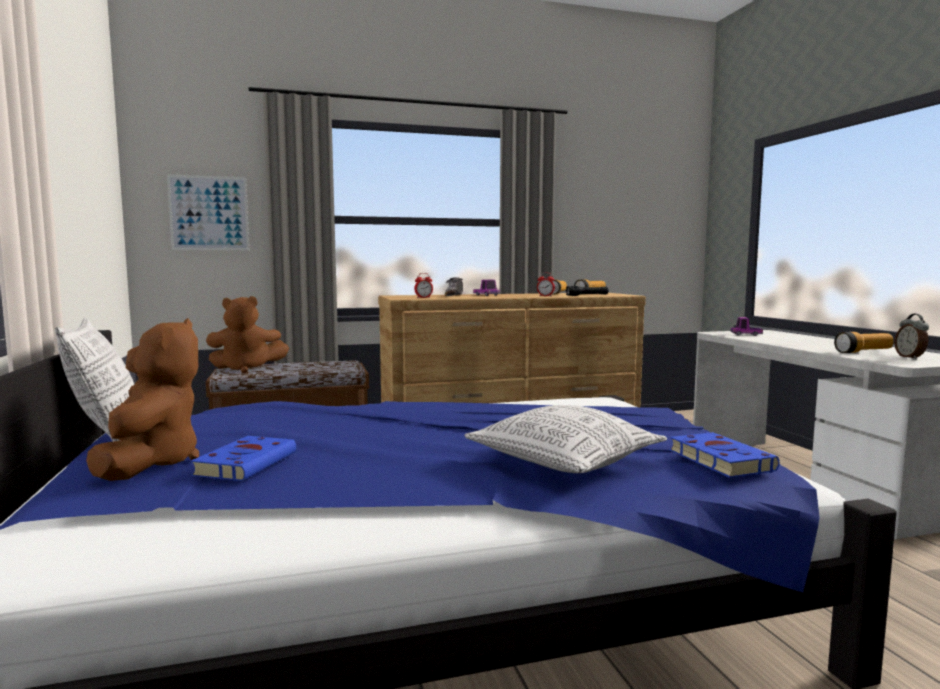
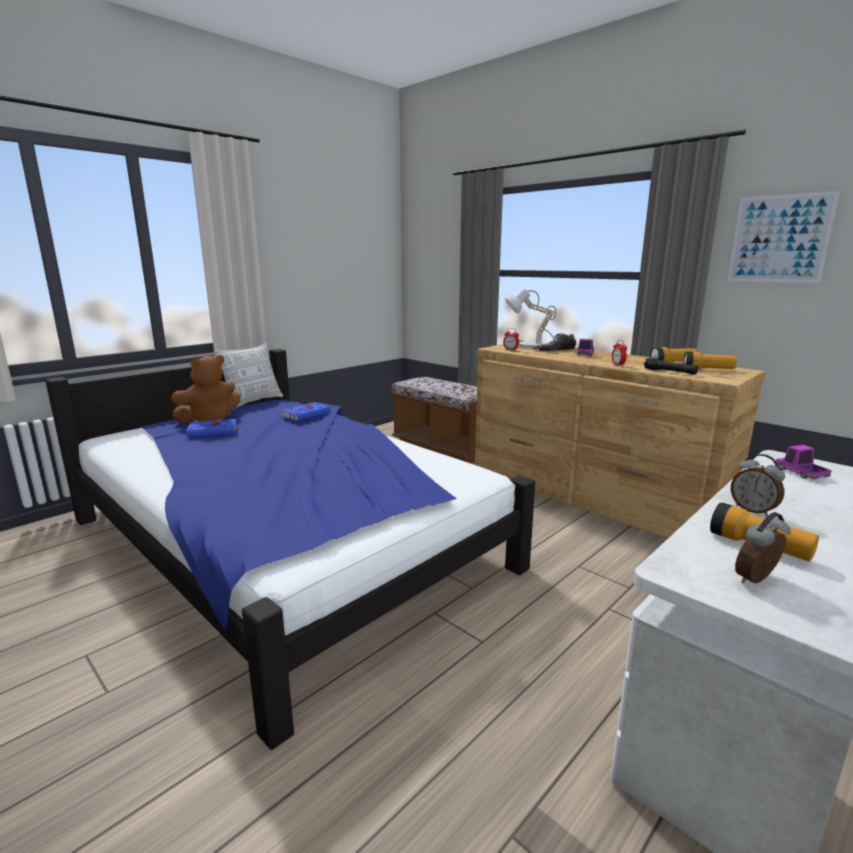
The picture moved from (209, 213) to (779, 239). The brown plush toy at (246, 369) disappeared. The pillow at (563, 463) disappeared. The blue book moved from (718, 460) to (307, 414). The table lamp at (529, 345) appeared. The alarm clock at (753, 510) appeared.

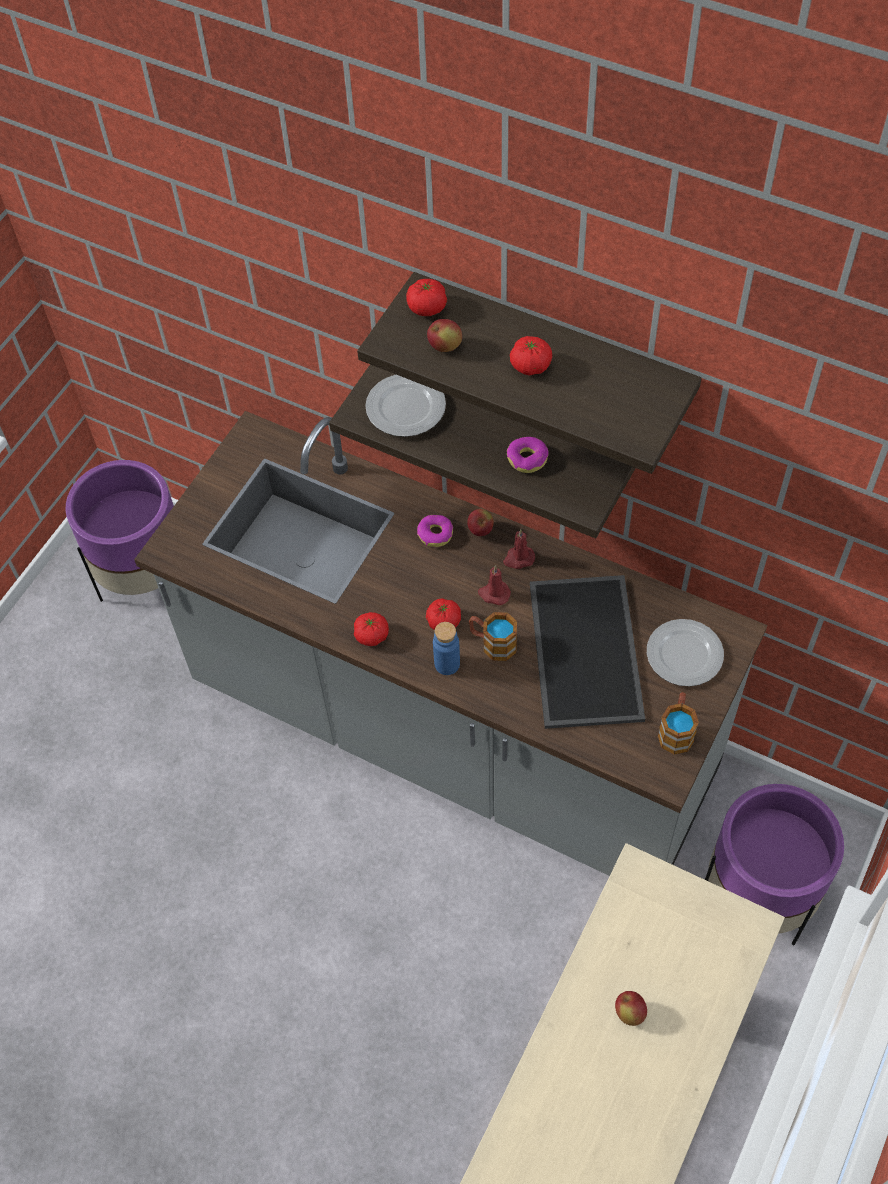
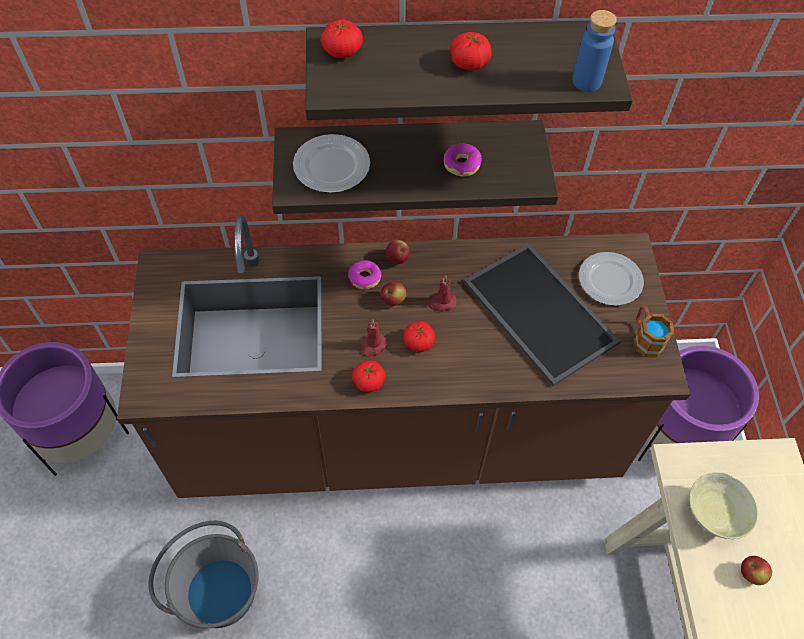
The apple moved from (445, 346) to (393, 300). The grey counter at (452, 732) became the brown counter at (398, 435). The red candle moved from (518, 558) to (372, 346). The mug at (492, 643) disappeared. The blue bottle moved from (447, 664) to (586, 81). The beige bowl at (713, 516) appeared. The grey bucket at (215, 589) appeared.

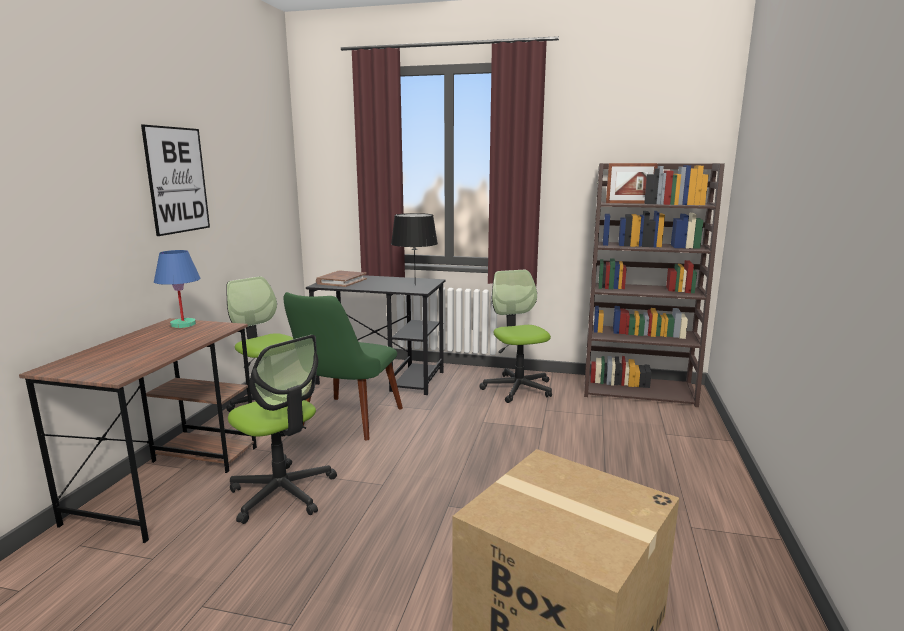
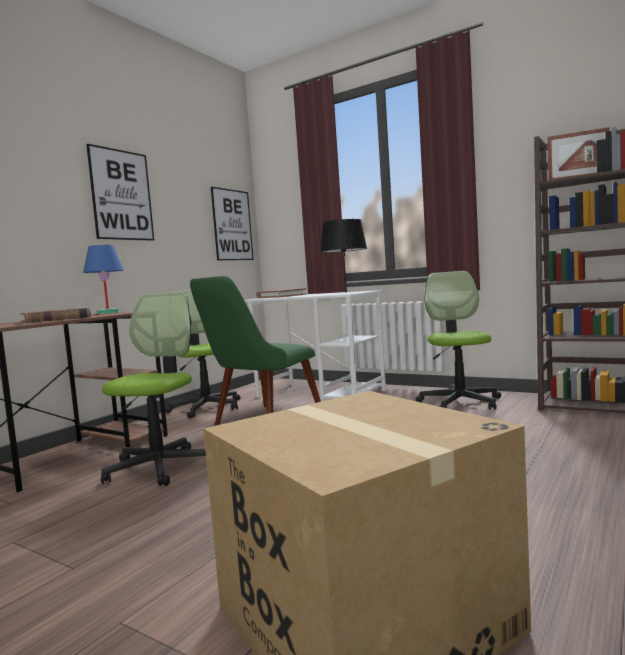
The black desk at (382, 378) became the white desk at (321, 394). The office chair at (283, 493) turned 135 degrees counterclockwise. The picture at (232, 225) appeared. The brown book at (56, 319) appeared.

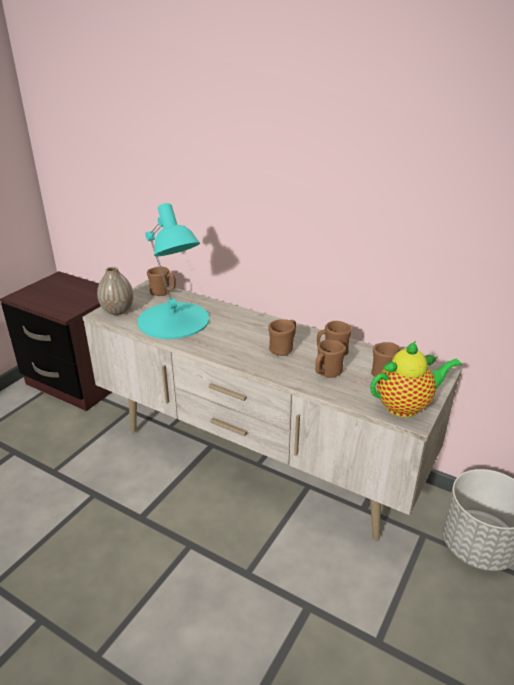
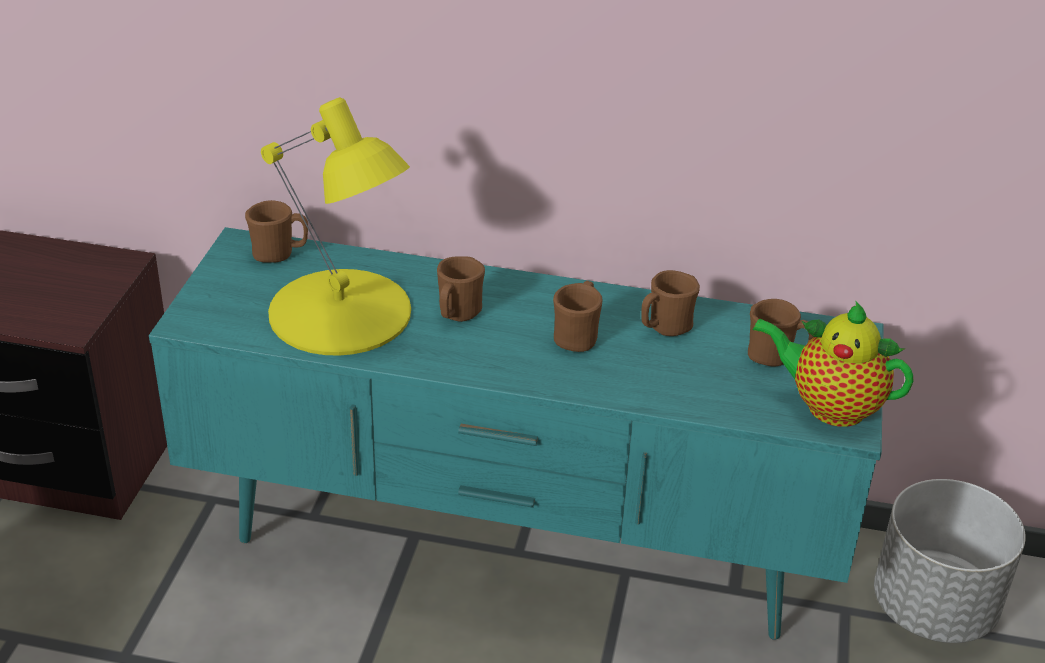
The turquoise table lamp at (173, 321) became the yellow table lamp at (341, 313). The vase at (117, 311) disappeared. The beige tv stand at (257, 461) became the turquoise tv stand at (514, 547). The brown mug moved from (327, 373) to (457, 315). The teapot at (406, 406) turned 120 degrees counterclockwise.

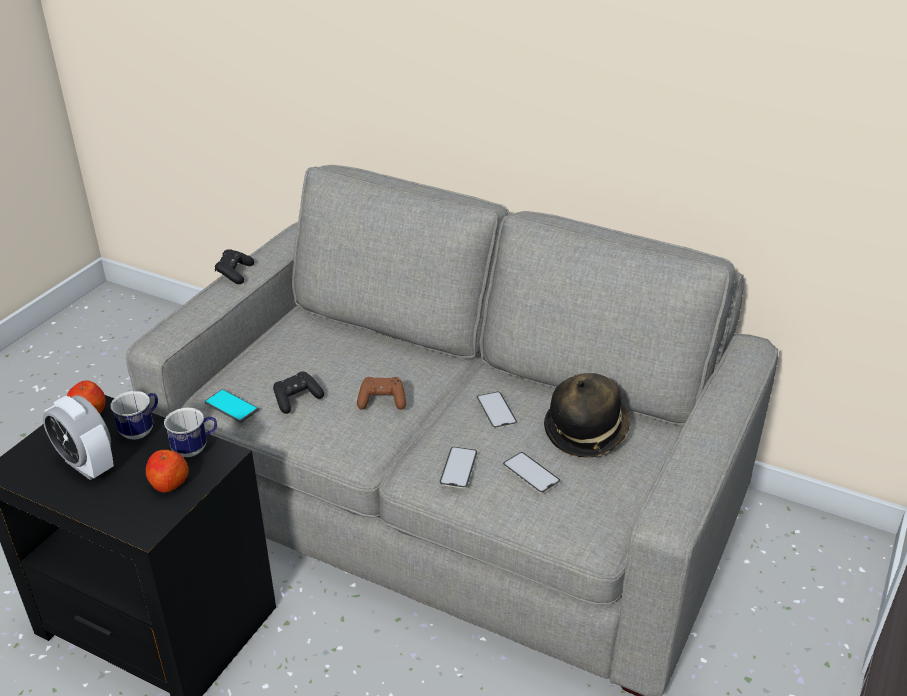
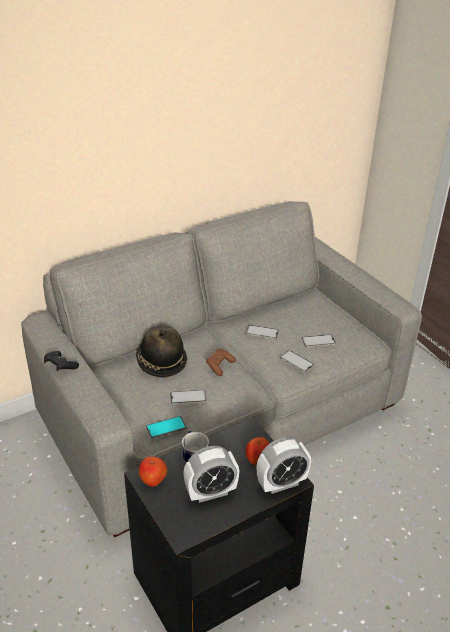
The black game controller at (297, 399) was replaced by the phone at (188, 397). The hat moved from (586, 431) to (161, 362). The mug at (195, 448) disappeared. The alarm clock at (281, 483) appeared.

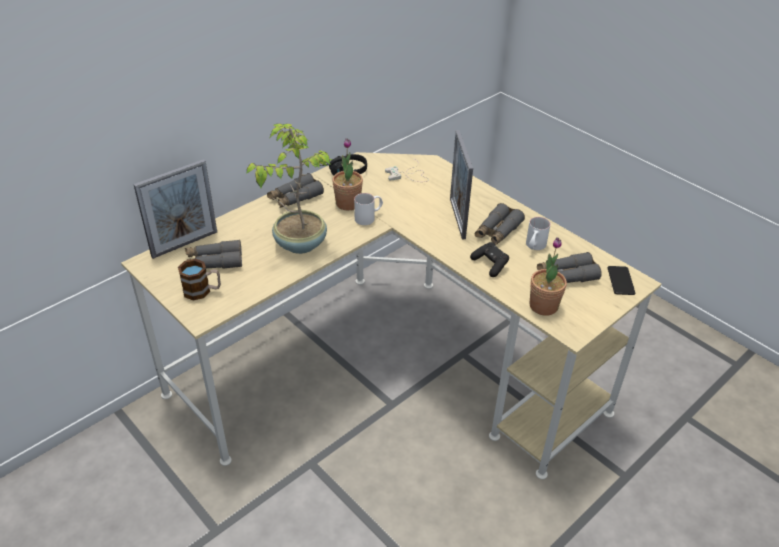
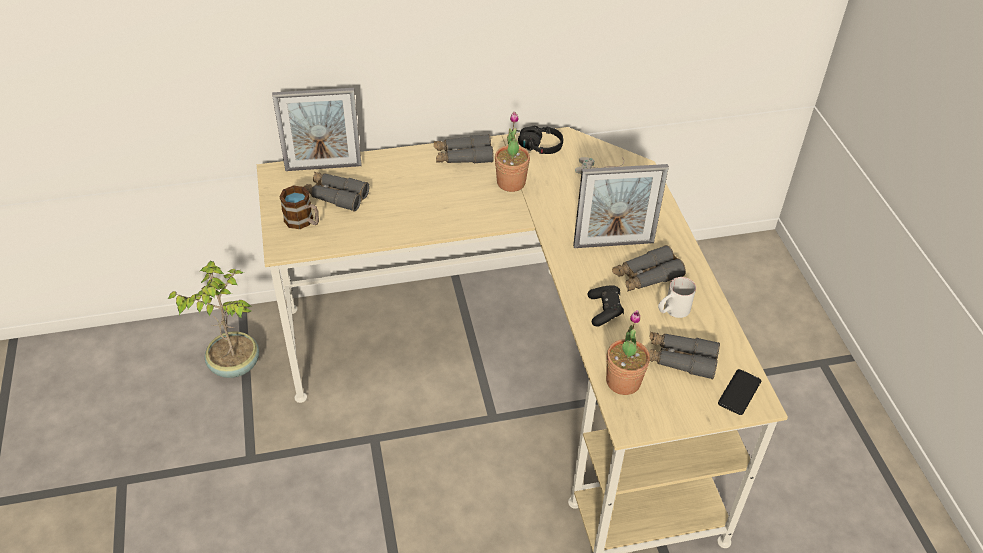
The potted plant moved from (299, 243) to (234, 364). The picture frame at (457, 218) turned 120 degrees counterclockwise. The white mug at (369, 217) disappeared.

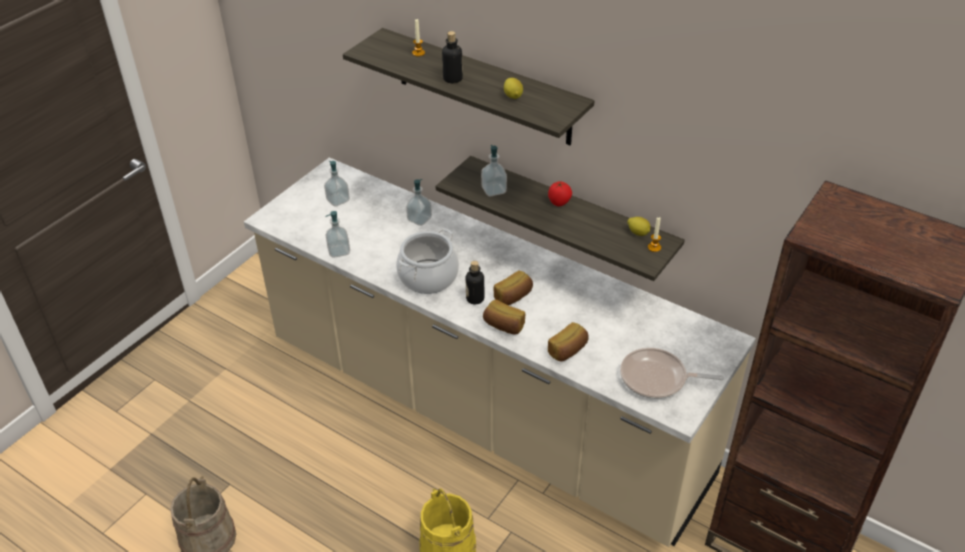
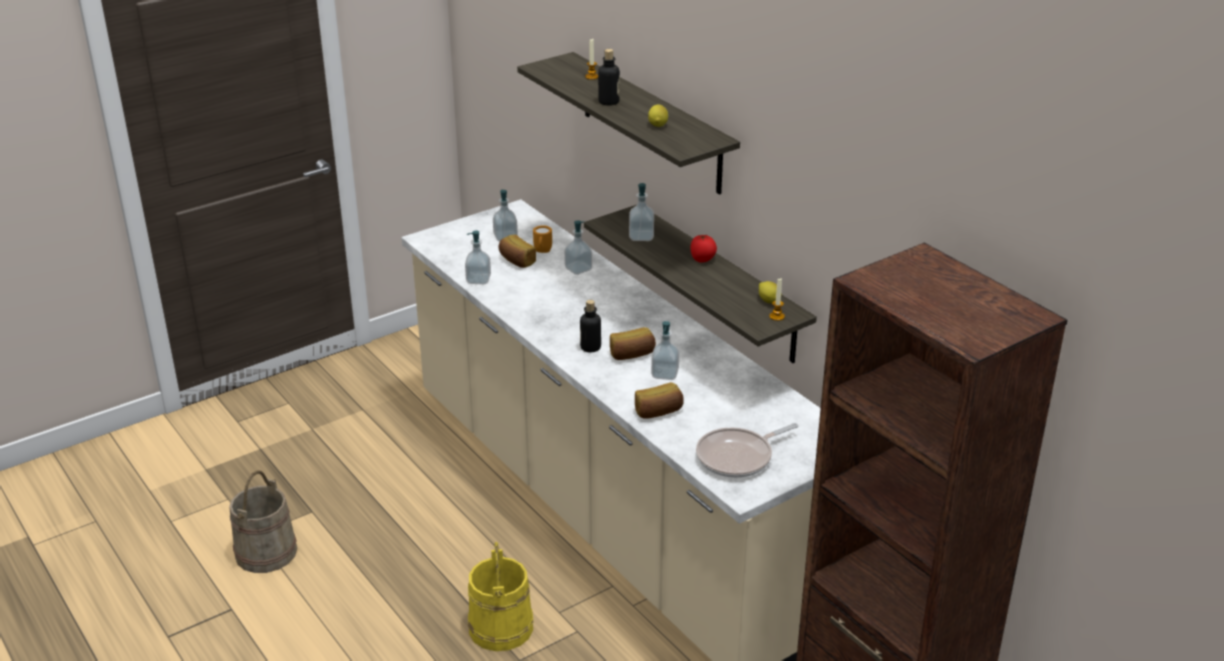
The cooking pot at (428, 277) disappeared. The bread moved from (503, 326) to (516, 261). The frying pan at (657, 379) turned 60 degrees counterclockwise. The orange mug at (542, 252) appeared. The soap dispenser at (665, 374) appeared.

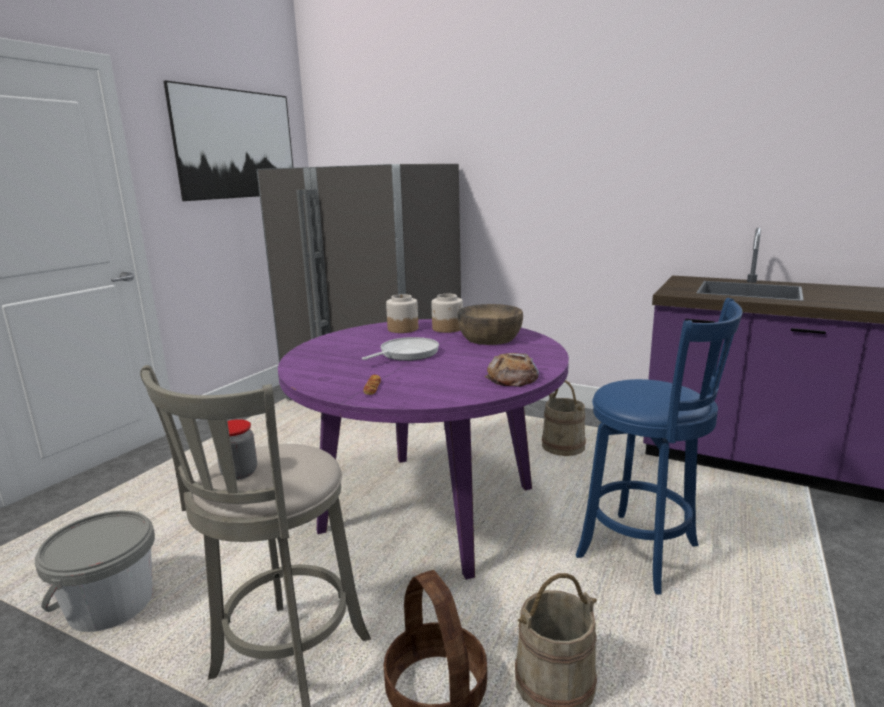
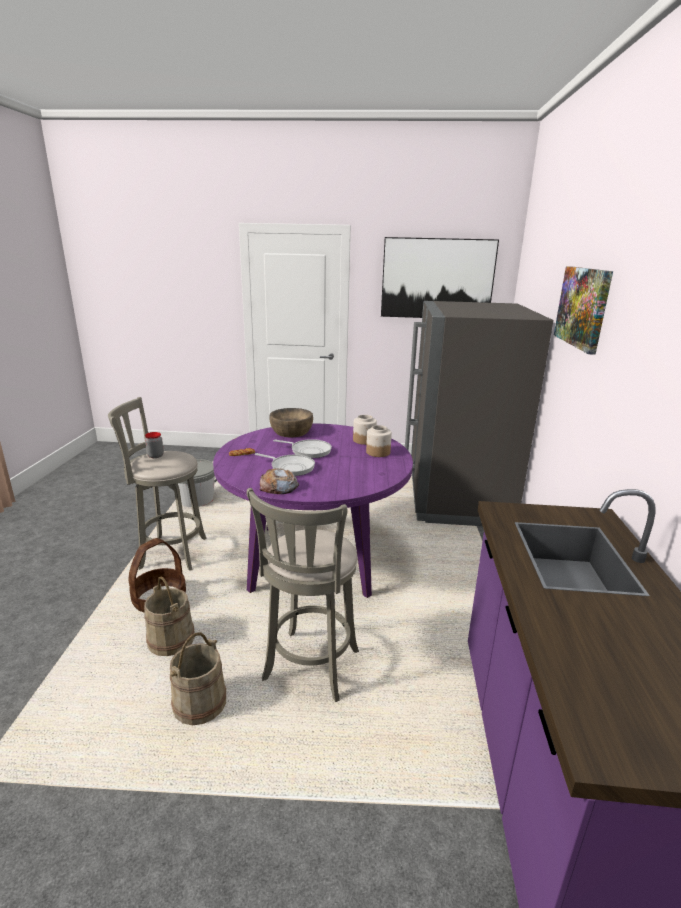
The blue stool at (644, 554) became the grey stool at (309, 669). The brown bowl moved from (490, 338) to (291, 432). The beige bucket moved from (563, 446) to (200, 703). The picture at (583, 307) appeared. The frying pan at (290, 467) appeared.

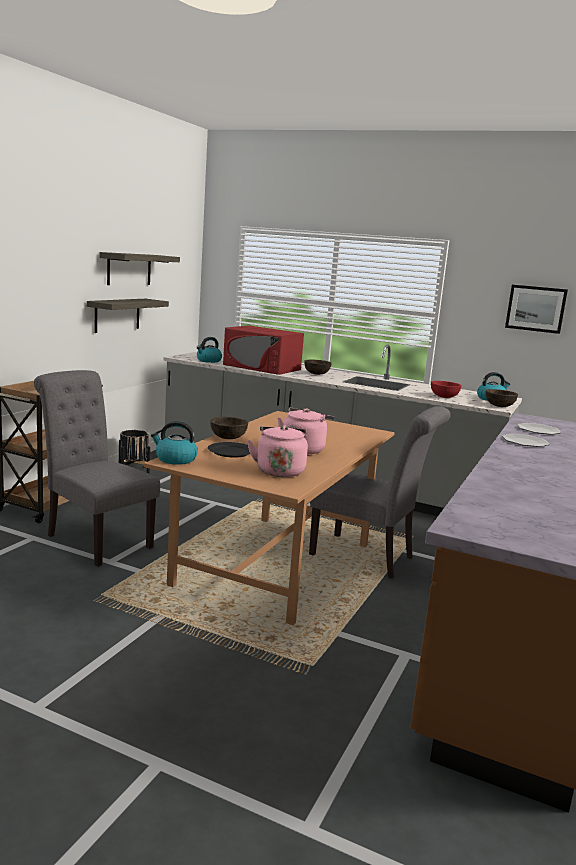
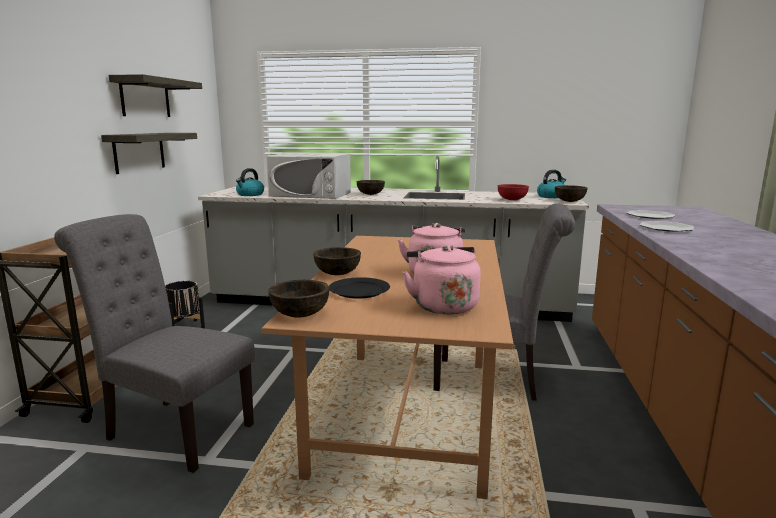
The picture at (535, 308) disappeared. The red microwave at (262, 367) became the white microwave at (311, 194). The kettle at (175, 459) was replaced by the brown bowl at (300, 314).

